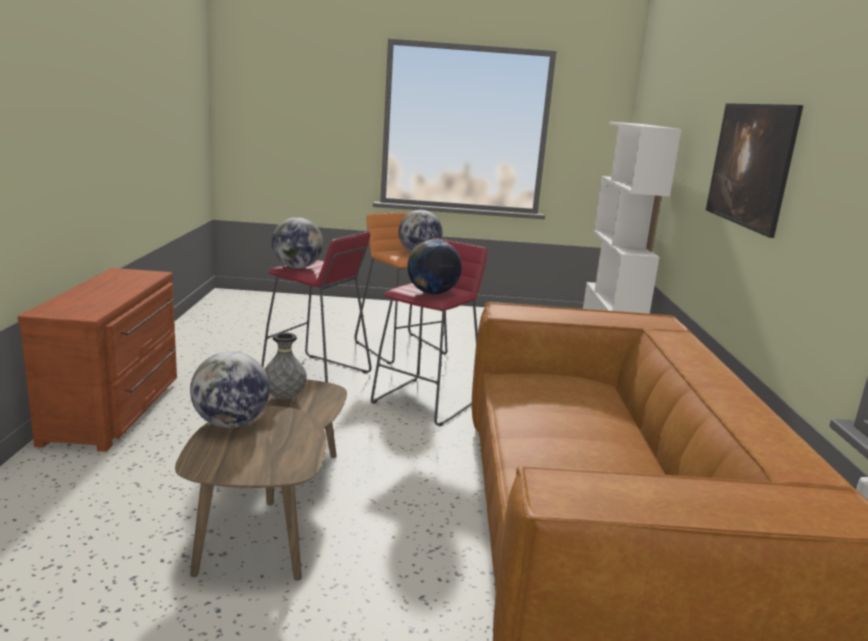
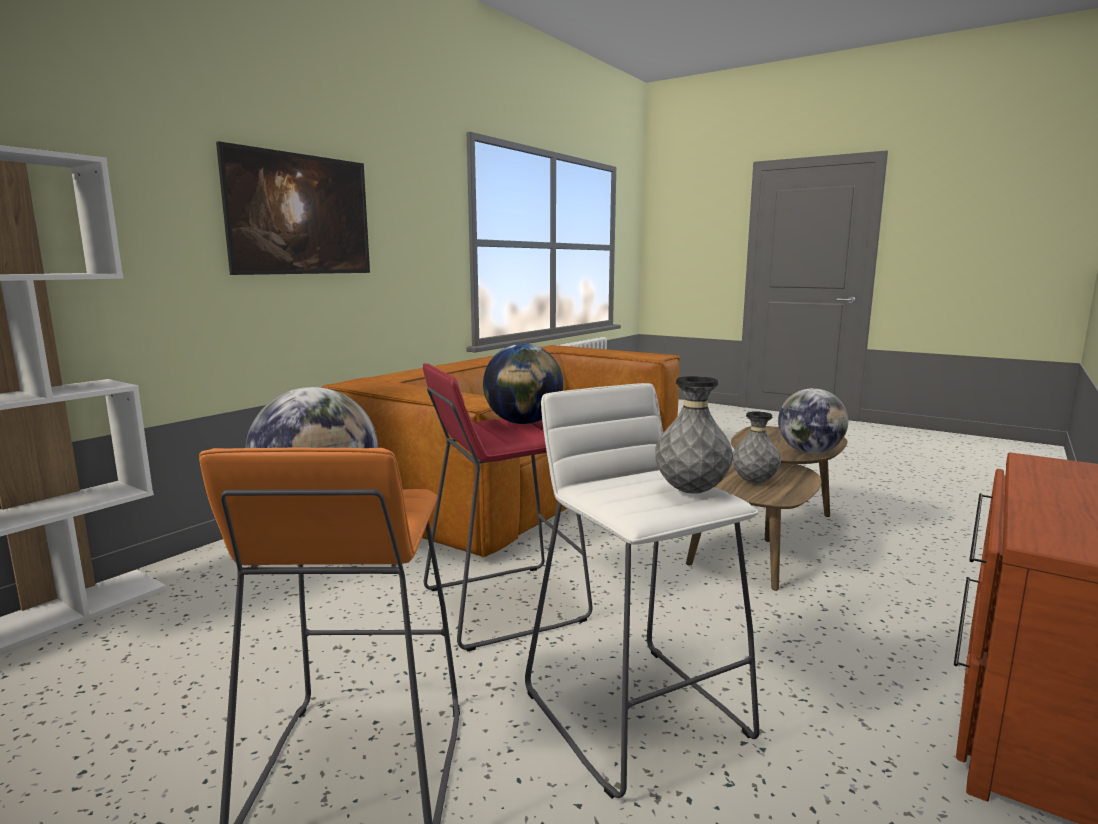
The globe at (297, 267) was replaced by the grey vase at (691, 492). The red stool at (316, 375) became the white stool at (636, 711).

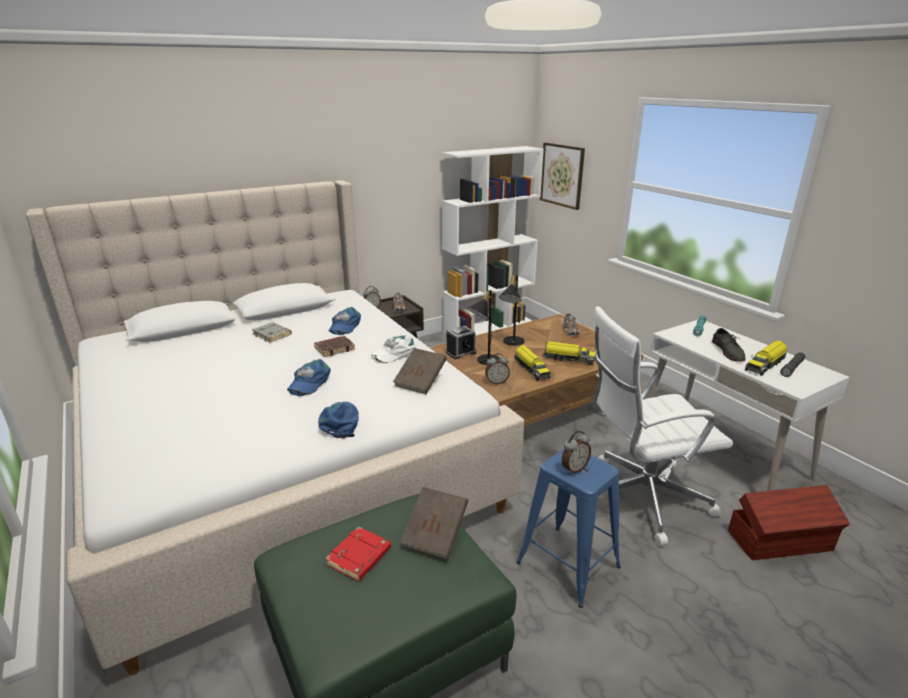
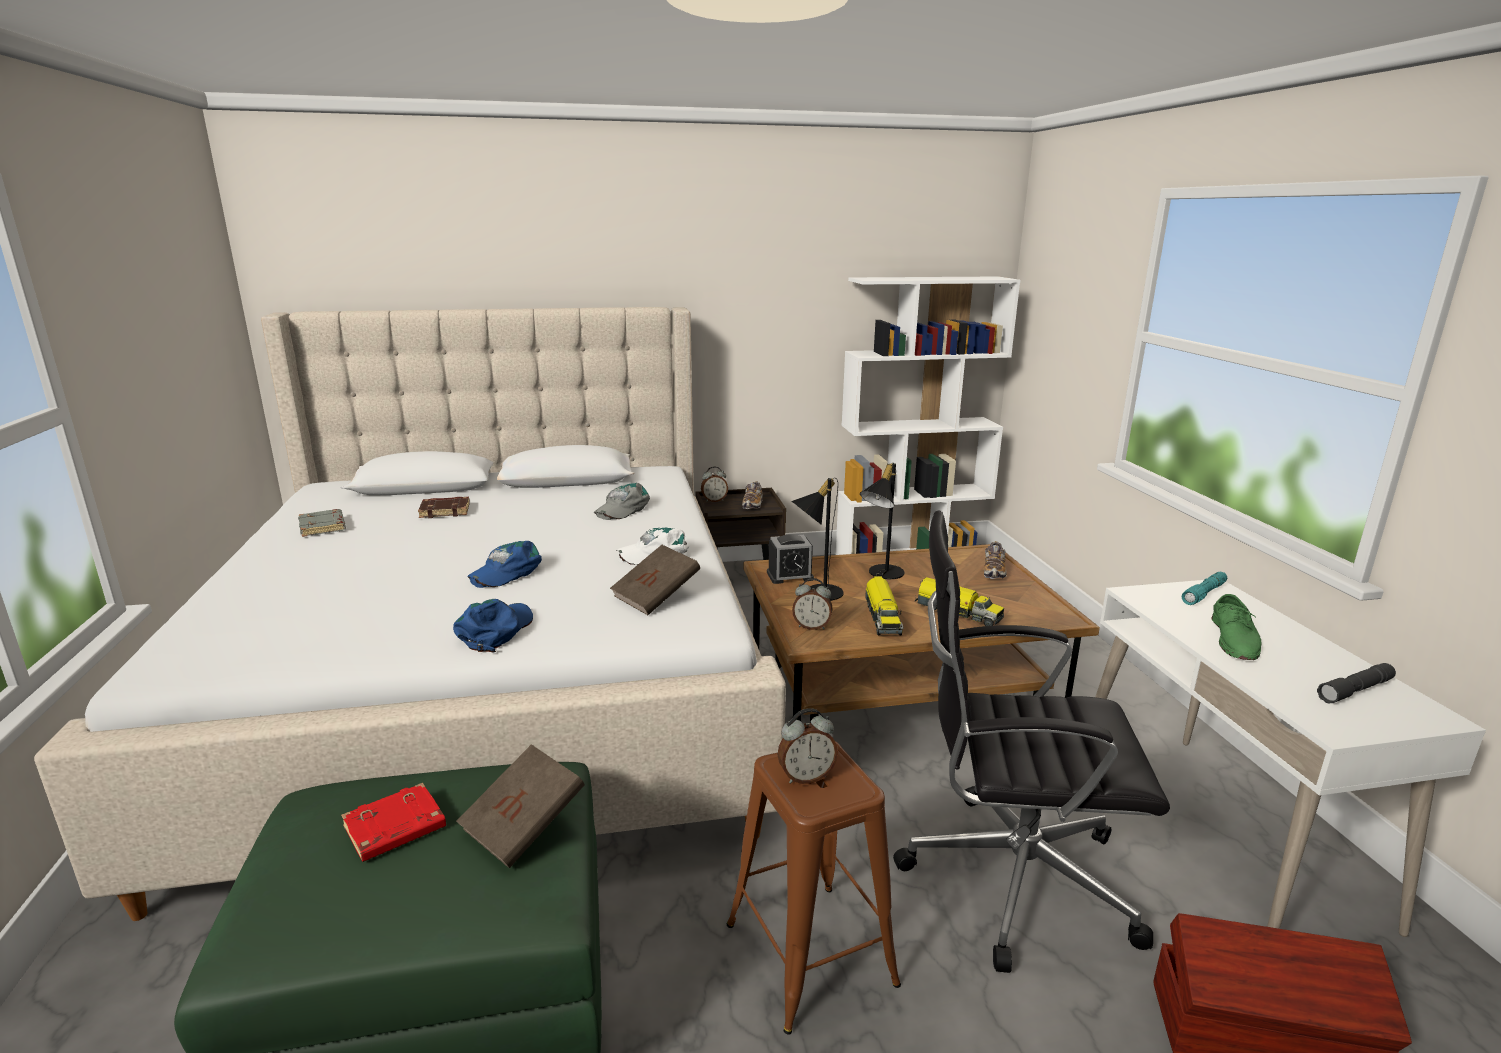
The picture at (562, 175) disappeared. The white office chair at (640, 498) became the black office chair at (1009, 876). The blue cap at (344, 325) became the grey cap at (622, 509). The grey book moved from (273, 335) to (323, 527). The grey shoe at (728, 351) became the green shoe at (1234, 639). The brown book moved from (334, 348) to (446, 511). The toy truck at (765, 364) disappeared. The blue stool at (568, 564) became the brown stool at (810, 953).

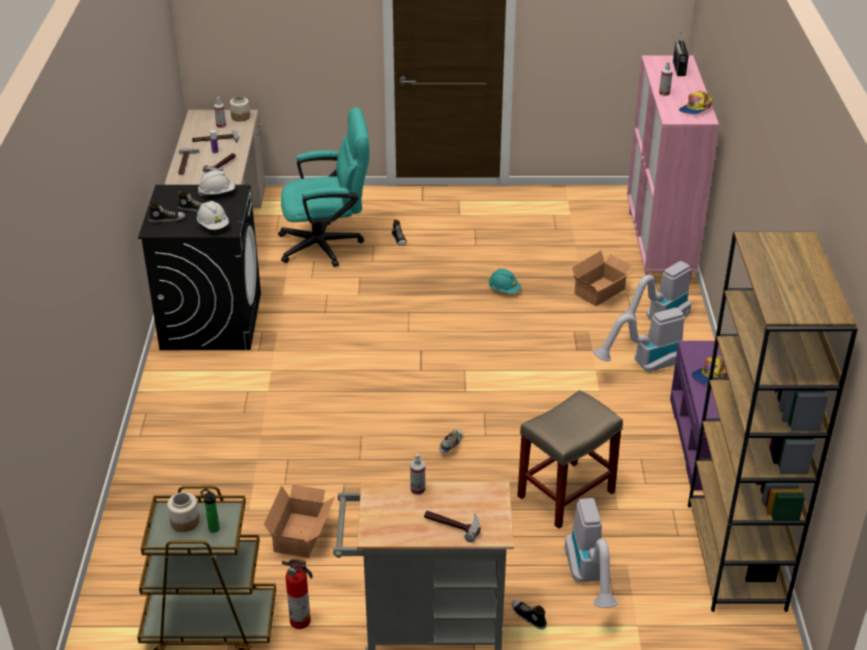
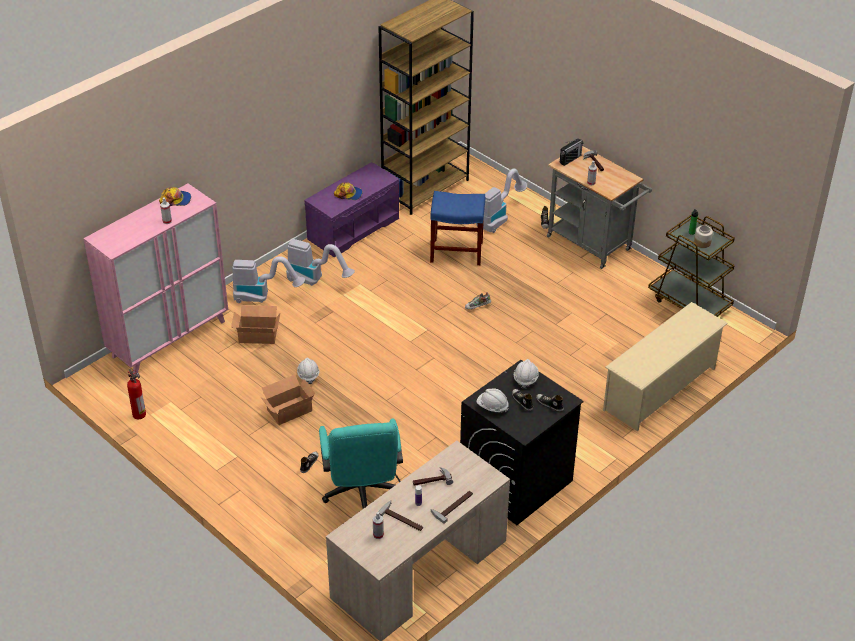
The radio moved from (679, 69) to (570, 159). The jar at (240, 117) disappeared. The turquoise office chair at (328, 245) turned 135 degrees counterclockwise. The turquoise hard hat at (504, 290) became the white hard hat at (308, 375). The beige stool at (565, 495) became the blue stool at (457, 252). The cardboard box moved from (302, 534) to (288, 409). The fire extinguisher moved from (301, 621) to (139, 414). The beige shoe rack at (660, 389) appeared.

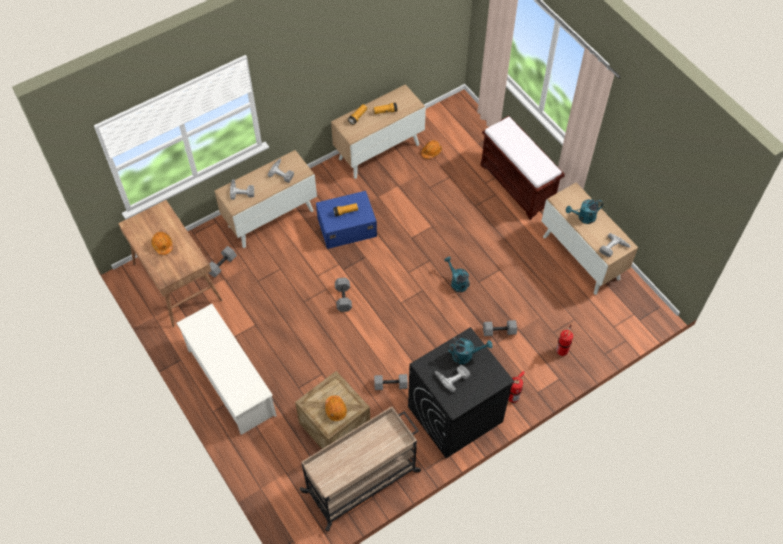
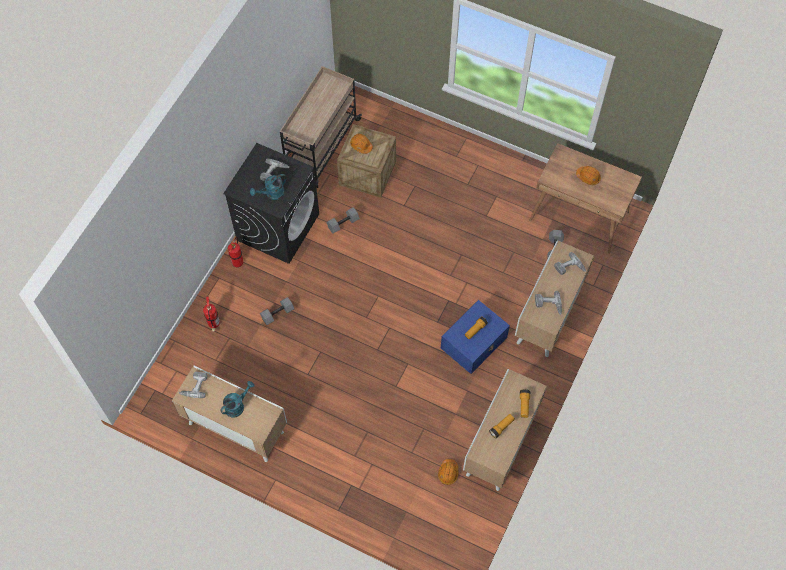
The brown bench at (517, 185) disappeared. The turquoise watering can at (457, 282) disappeared. The grey dumbbell at (343, 298) disappeared. The white shoe rack at (230, 382) disappeared.

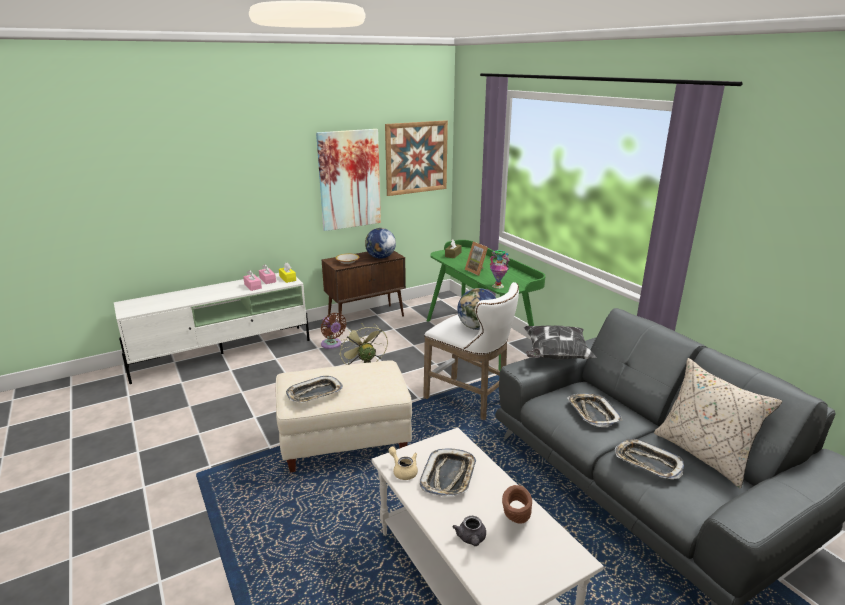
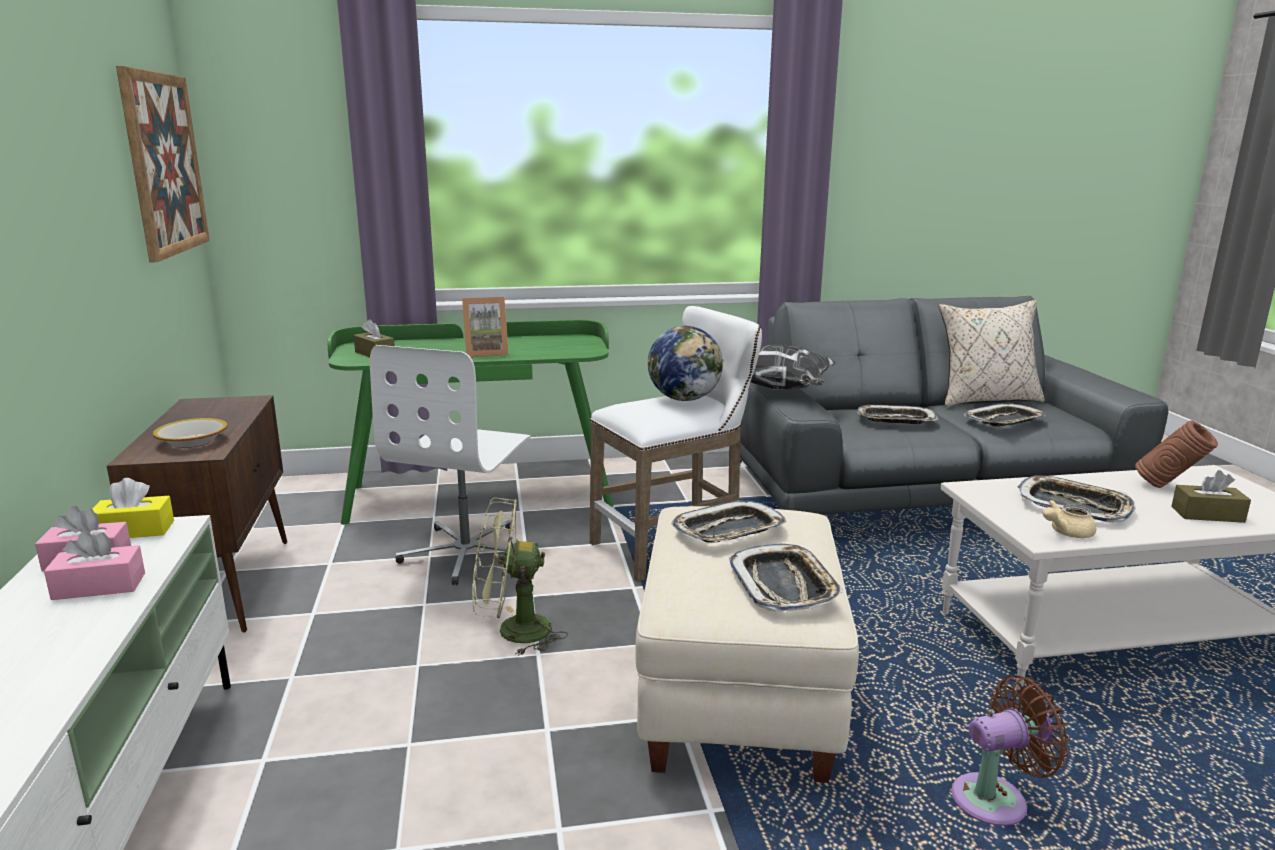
The picture at (349, 179) disappeared. The globe at (380, 257) disappeared. The vase at (498, 286) disappeared. The brown fan moved from (332, 345) to (996, 799). The grey teapot at (471, 539) was replaced by the brown tissue box at (1207, 514). The white office chair at (467, 552) appeared. The tray at (728, 531) appeared.

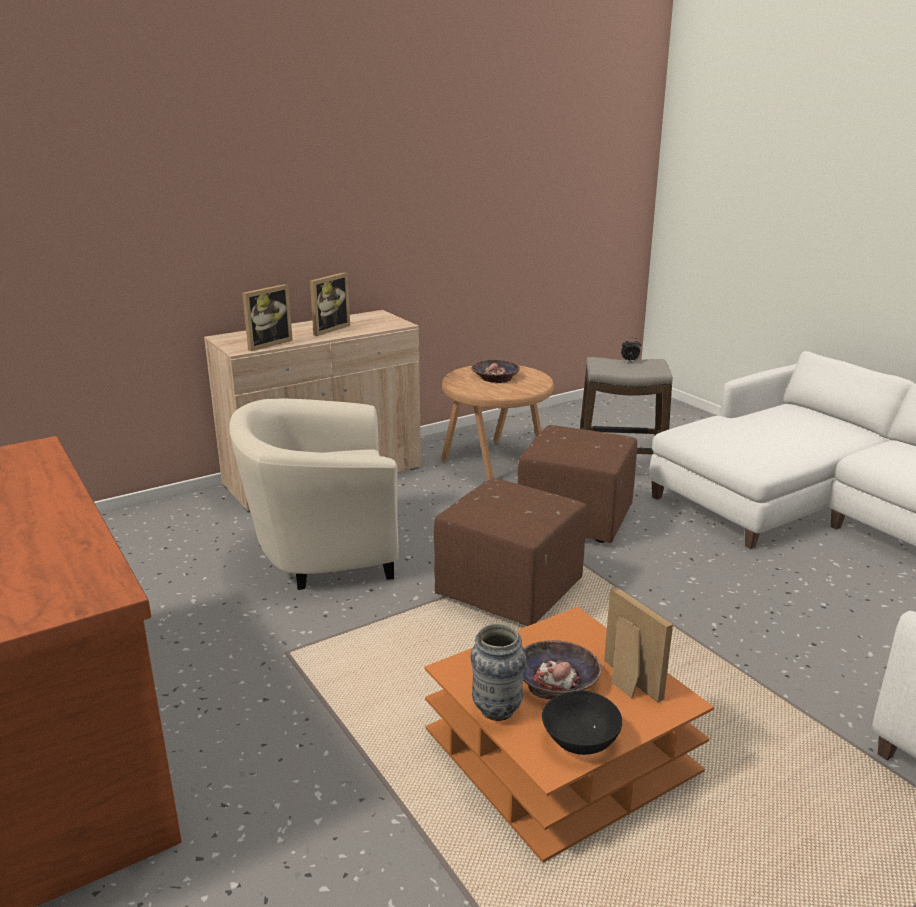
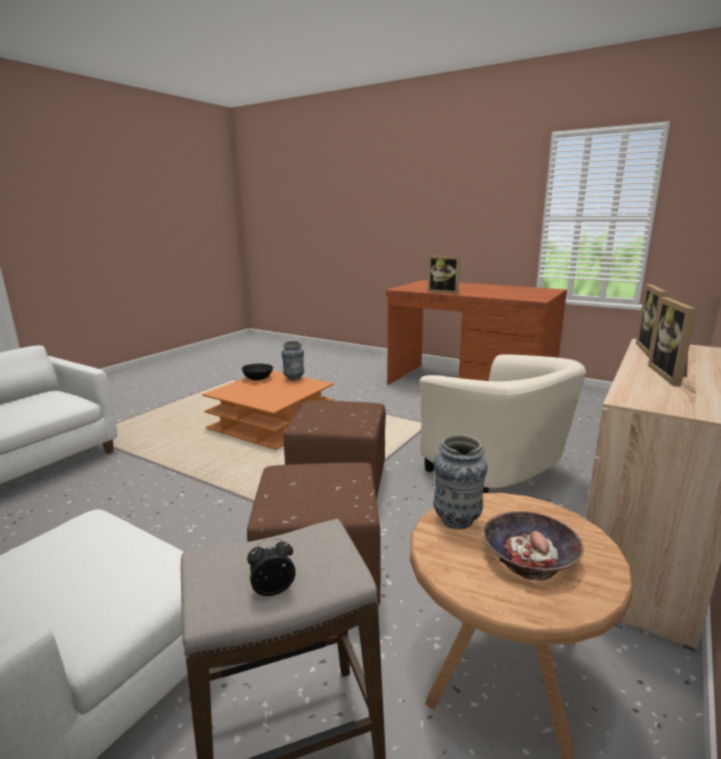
The beige armchair at (322, 552) turned 90 degrees clockwise. The picture frame moved from (626, 682) to (444, 292). The bowl at (556, 680) disappeared. The vase at (457, 520) appeared.

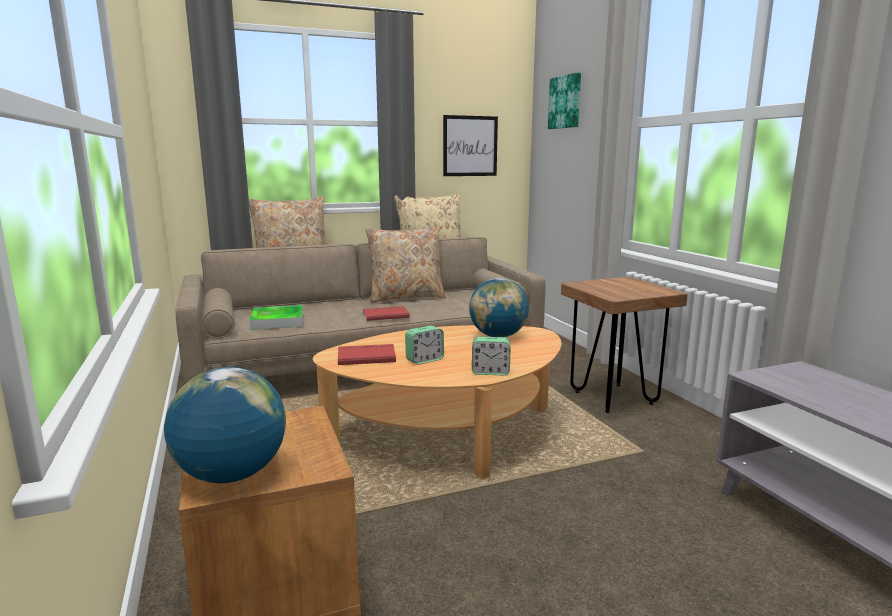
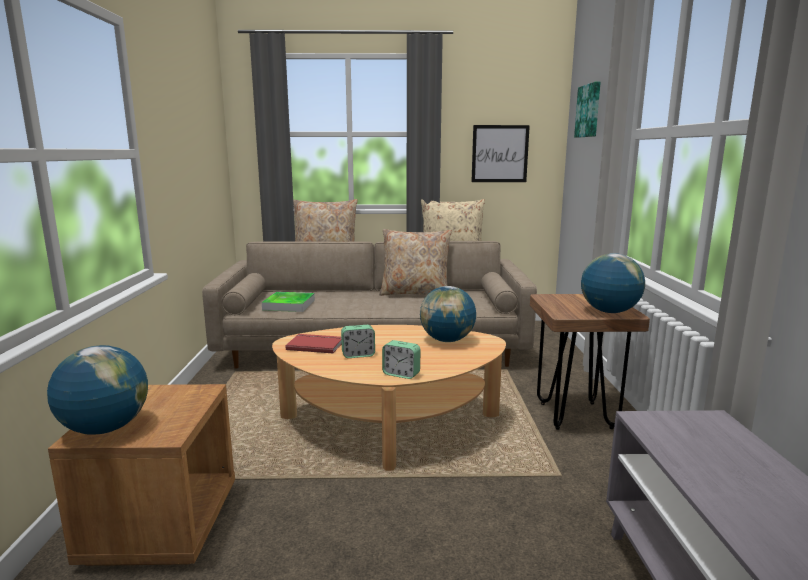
The red book at (385, 315) disappeared. The globe at (609, 311) appeared.

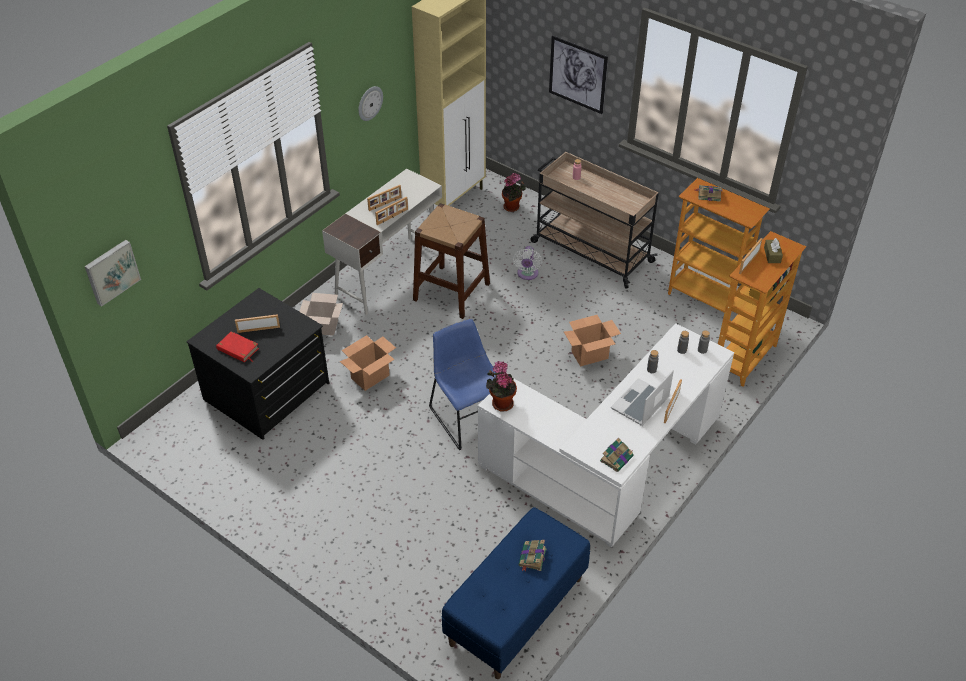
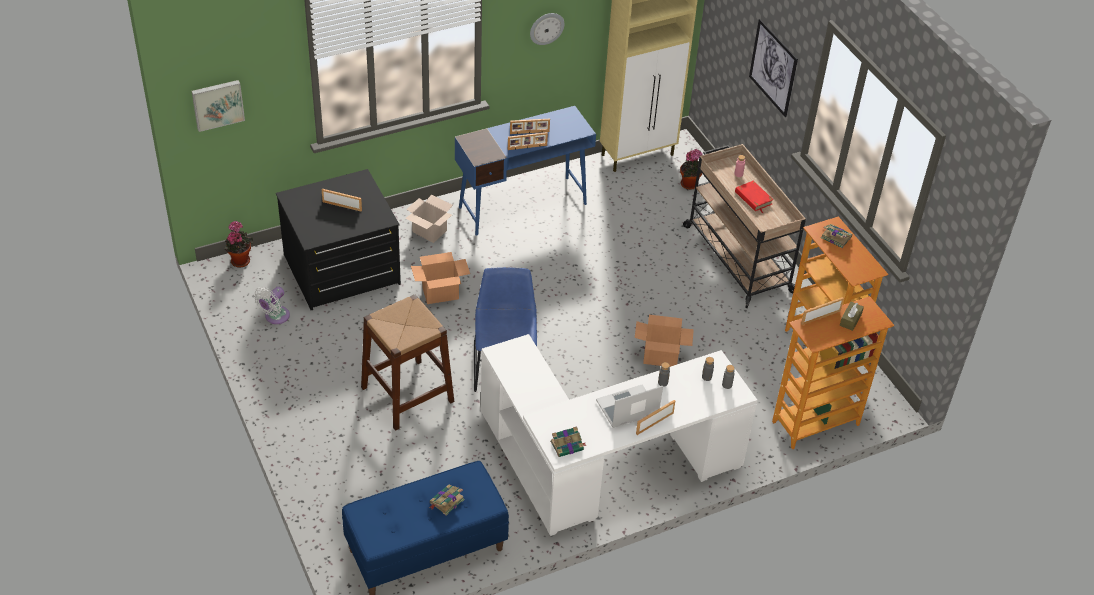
The white desk at (389, 274) became the blue desk at (523, 205). The brown stool moved from (451, 292) to (407, 394). The white fan moved from (527, 274) to (275, 317). The red book moved from (238, 349) to (753, 198). The potted plant moved from (501, 403) to (240, 260).

